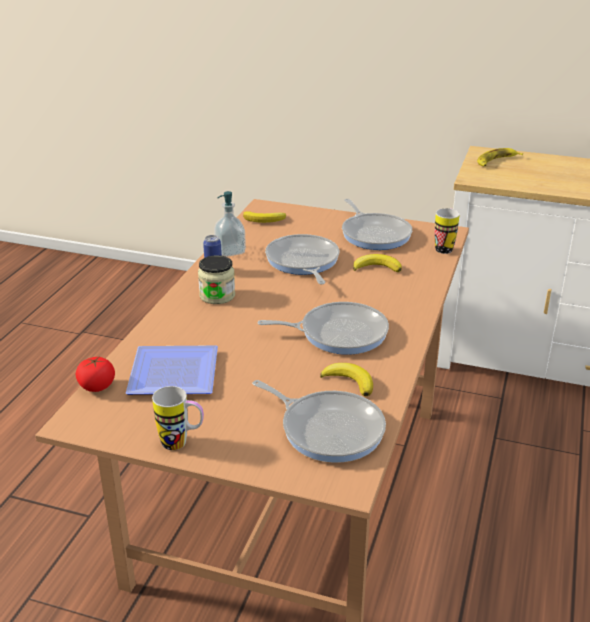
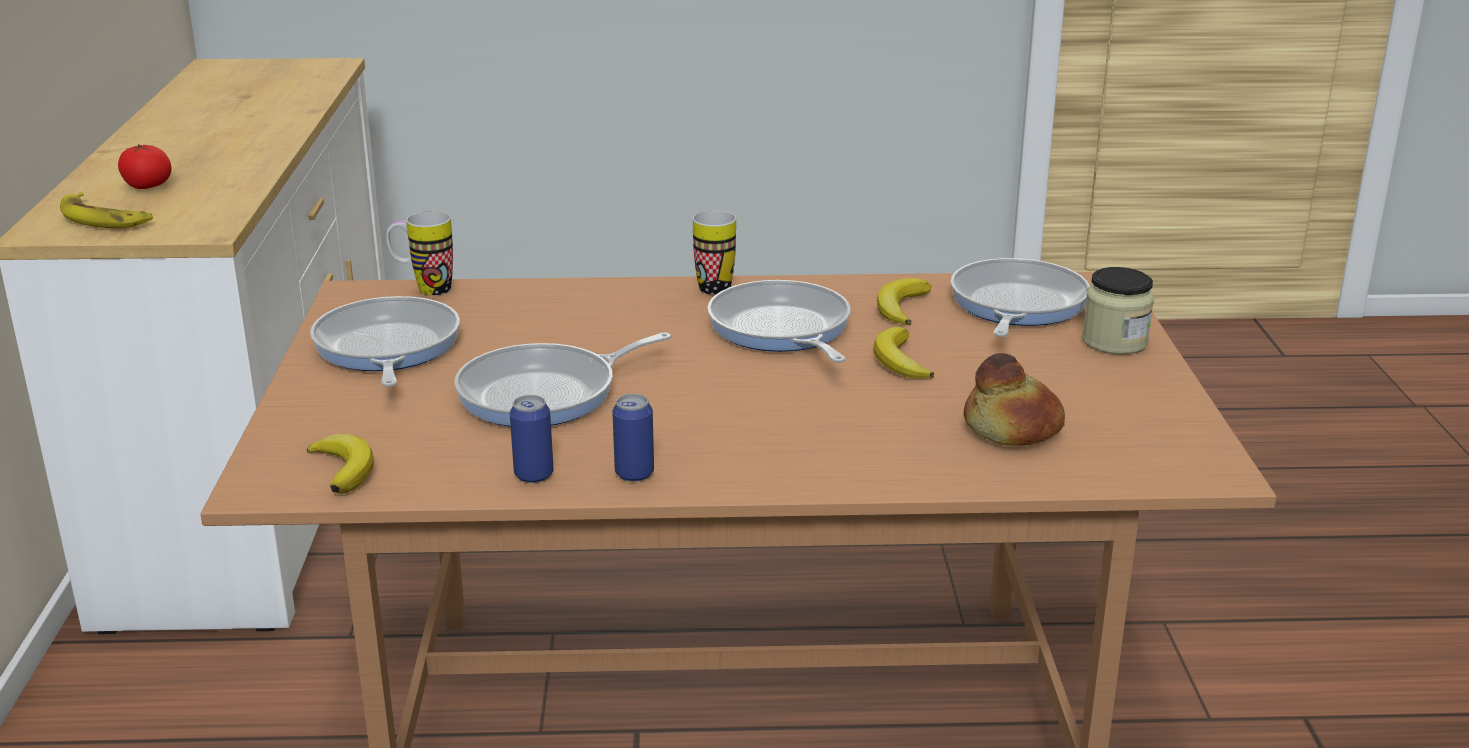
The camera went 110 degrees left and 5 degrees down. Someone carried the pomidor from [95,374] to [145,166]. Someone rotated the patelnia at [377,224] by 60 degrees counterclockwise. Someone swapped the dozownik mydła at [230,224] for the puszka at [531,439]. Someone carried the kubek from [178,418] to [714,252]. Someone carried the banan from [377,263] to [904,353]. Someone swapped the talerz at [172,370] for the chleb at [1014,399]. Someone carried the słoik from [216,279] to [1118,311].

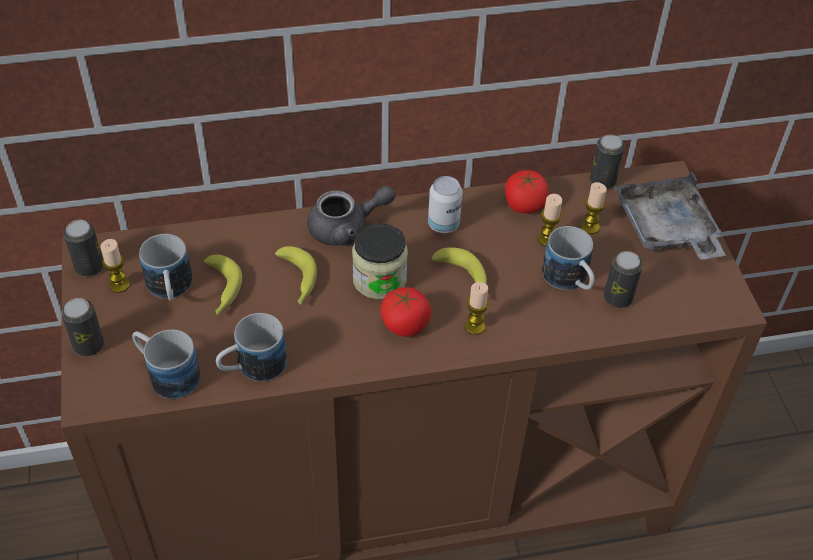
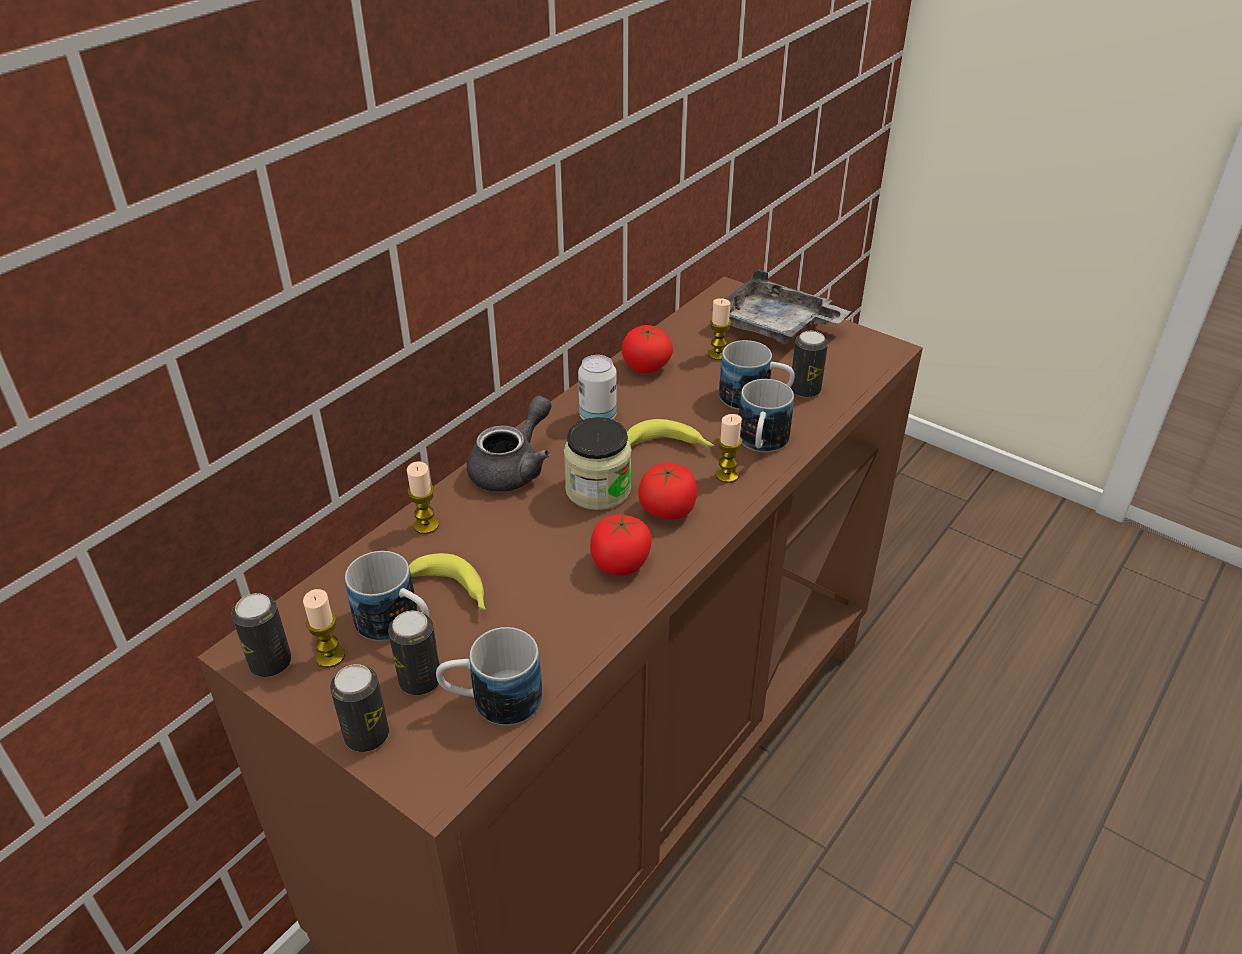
The camera went 40 degrees left and 10 degrees down. Someone carried the puszka from [607,162] to [414,653]. Someone carried the świeca from [550,220] to [423,497]. Someone put down the pomidor at [621,544]. Someone carried the kubek from [251,347] to [766,416]. Someone took away the banan at [296,275].

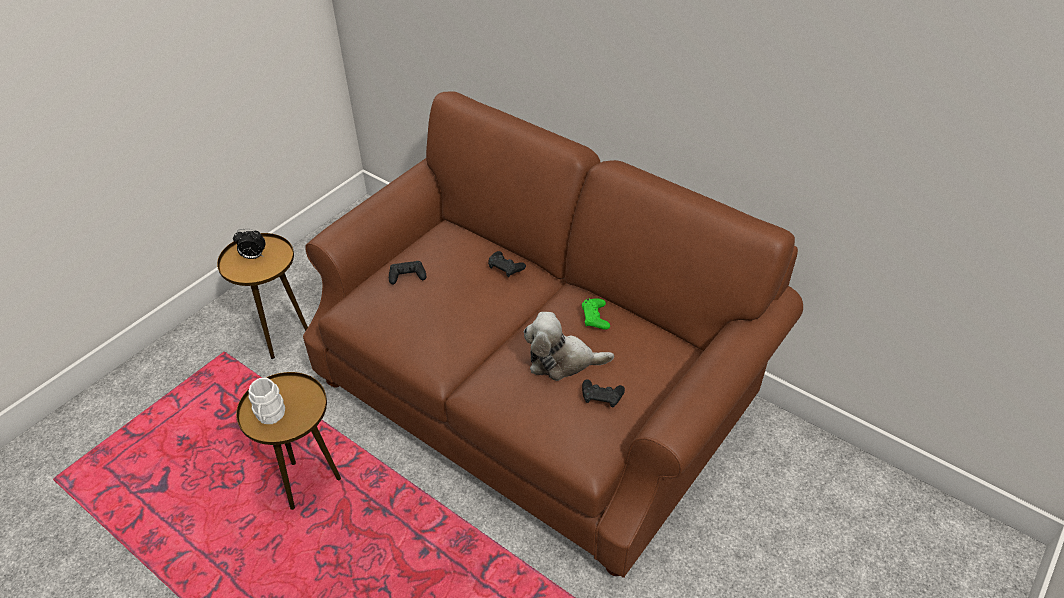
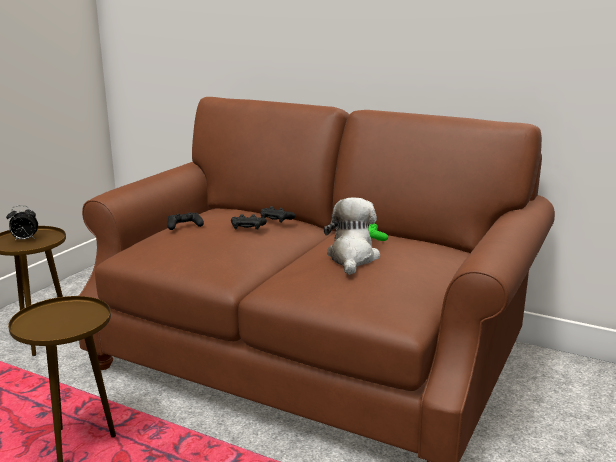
The camera went 10 degrees left and 25 degrees down. Someone carried the pad do gier [czarny] from [603,393] to [249,222]. Someone rotated the pluszak at [569,346] by 105 degrees clockwise. Someone took away the kubek [biały] at [267,401].

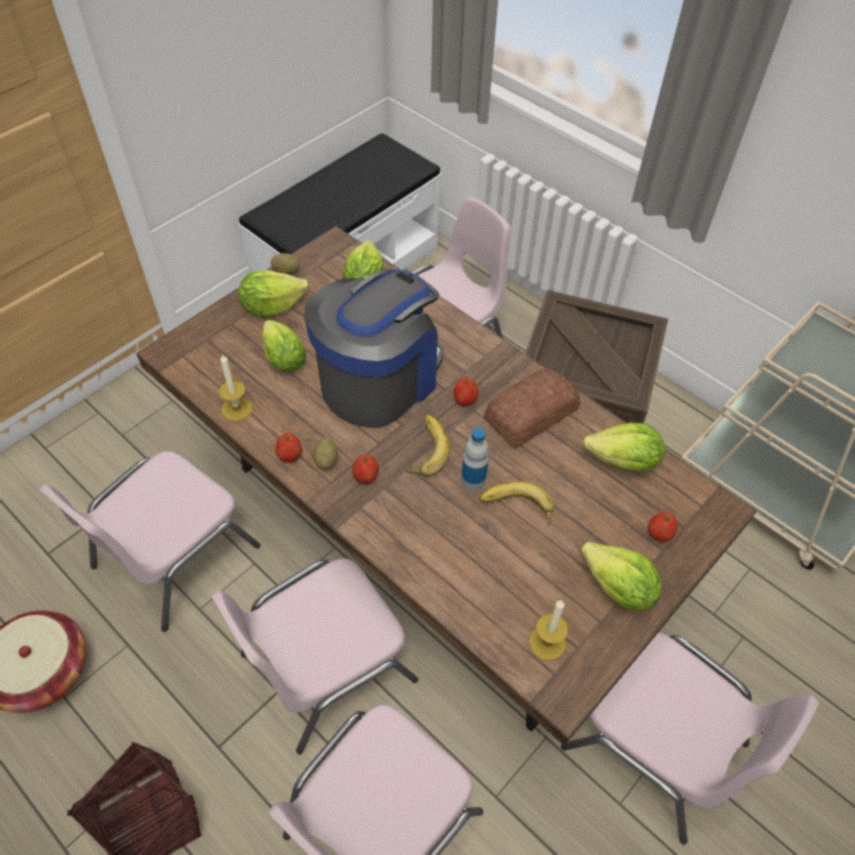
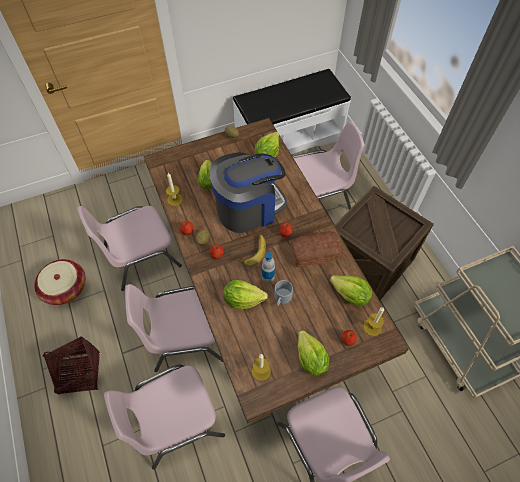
The camera went 25 degrees right and 5 degrees up. Someone carried the sałata from [273,293] to [245,294]. Someone swapped the banan at [517,503] for the kubek [szary] at [283,293]. Someone put down the świeca at [373,321].

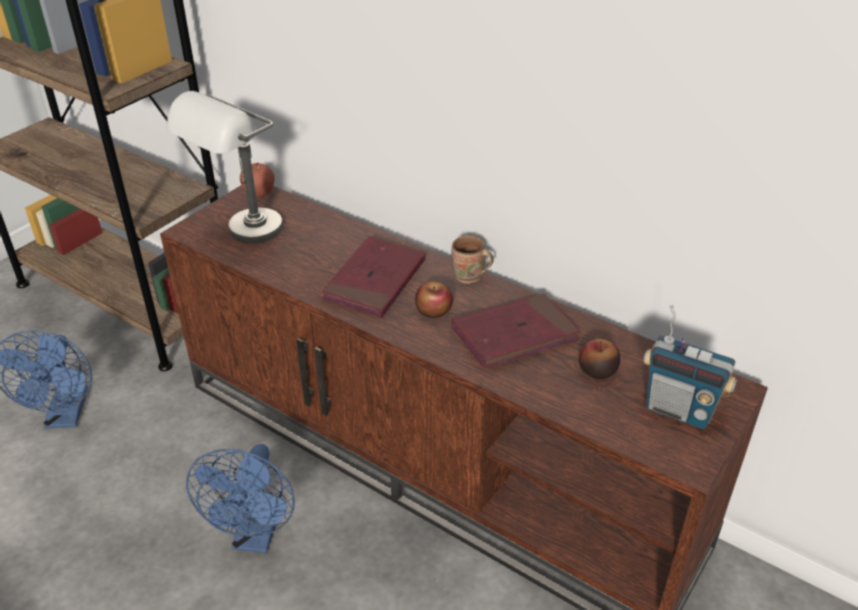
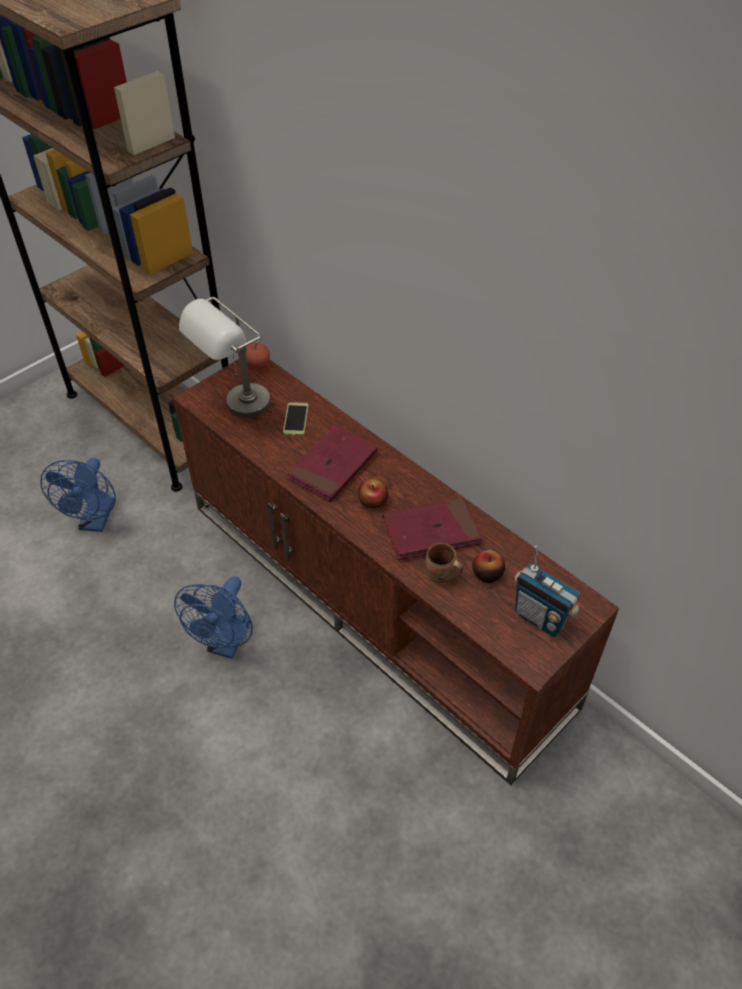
The camera went 10 degrees right and 10 degrees up. Someone put down the telefon at [296,419]. Someone carried the kubek [brązowy] from [472,259] to [444,563].

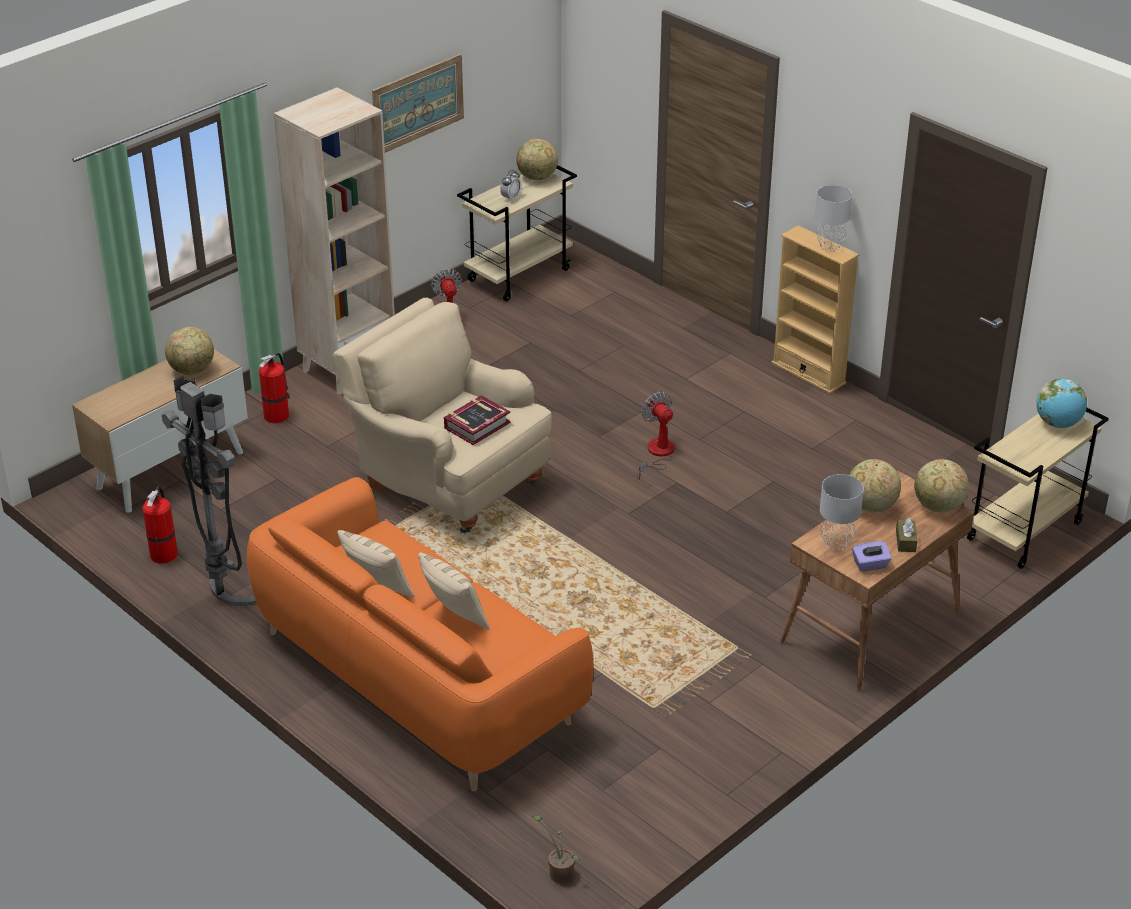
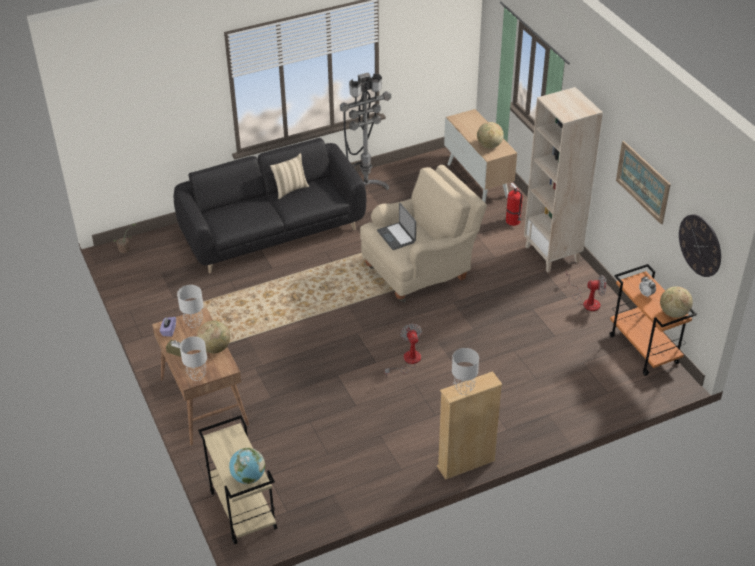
The camera went 110 degrees right and 5 degrees up. Someone repainted the kanapa [pomarańczowy] at [420,634], which became the kanapa [czarny] at [270,205]. Someone swapped the globus at [941,486] for the lampa stołowa [szary] at [193,358]. Someone swapped the książka at [477,420] for the laptop at [396,226]. Someone rotated the wentylator at [655,435] by 90 degrees counterclockwise. Someone repainted the wózek [beżowy] at [517,233], which became the wózek [pomarańczowy] at [653,320]. Someone put up the zegar ścienny at [700,245]. Someone took away the gaśnica at [160,525]. Someone took away the poduszka [beżowy] at [453,591].

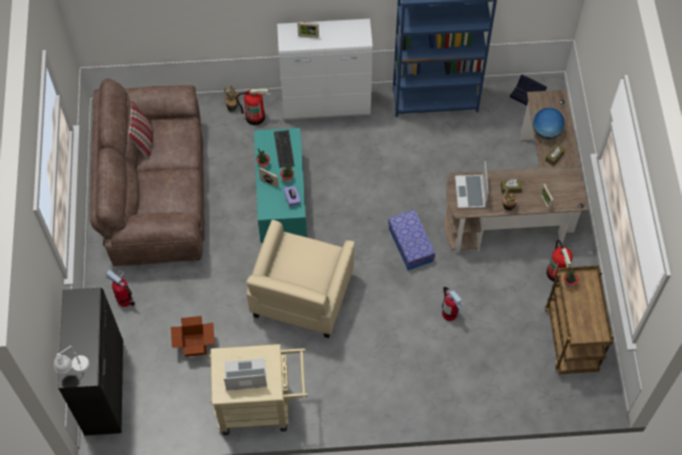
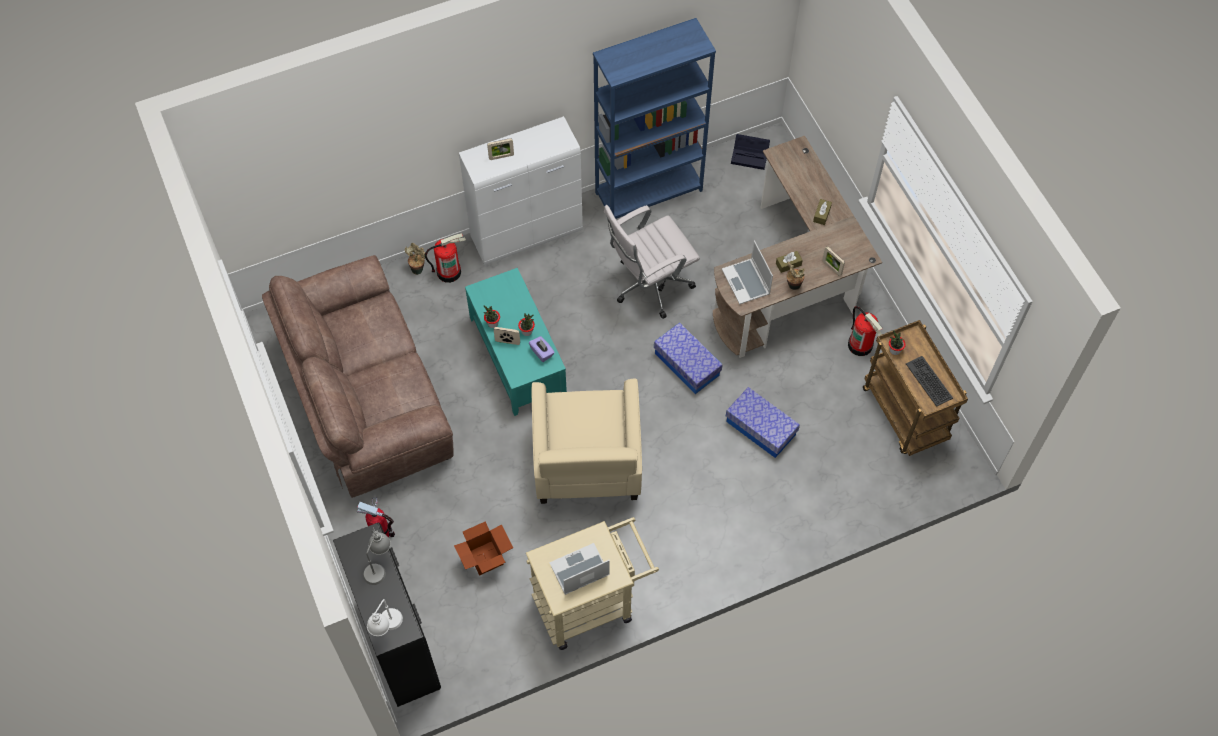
The camera went 20 degrees left and 0 degrees up. Someone put down the lampa stołowa [szary] at [377,556]. Someone put down the krzesło biurowe [biały] at [652,262]. Someone swapped the gaśnica at [452,304] for the pojemnik do przechowywania at [763,422]. Someone carried the klawiatura from [284,149] to [929,381]. Someone took away the poduszka at [140,129]. Someone took away the globus at [548,123].

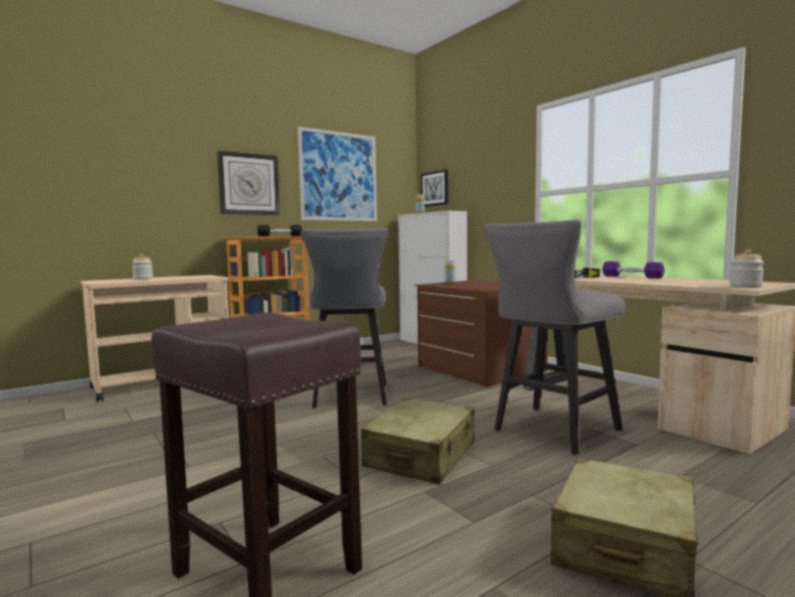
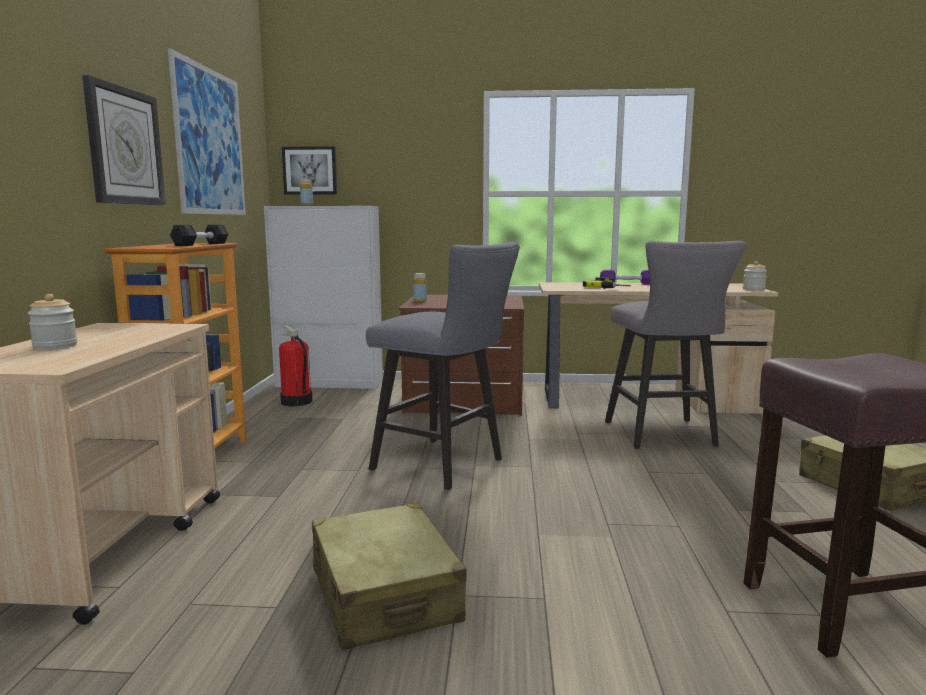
The camera went 50 degrees left and 5 degrees up. Someone put down the gaśnica at [295,365]. Someone carried the walizka [beżowy] from [418,441] to [389,576].

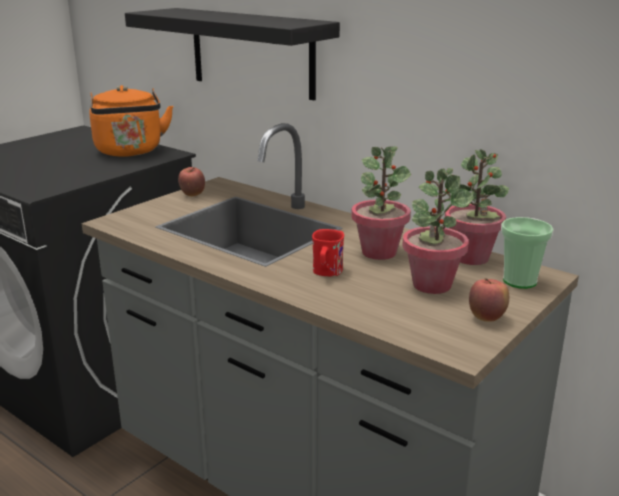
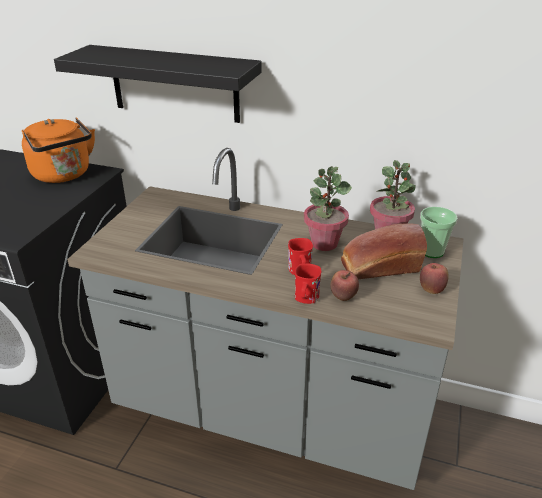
The camera went 20 degrees left and 10 degrees up. Someone put down the kubek [czerwony] at [308,283]. Someone carried the jabłko from [191,181] to [344,285]. Someone swapped the roślina doniczkowa at [438,231] for the chleb at [384,251].

